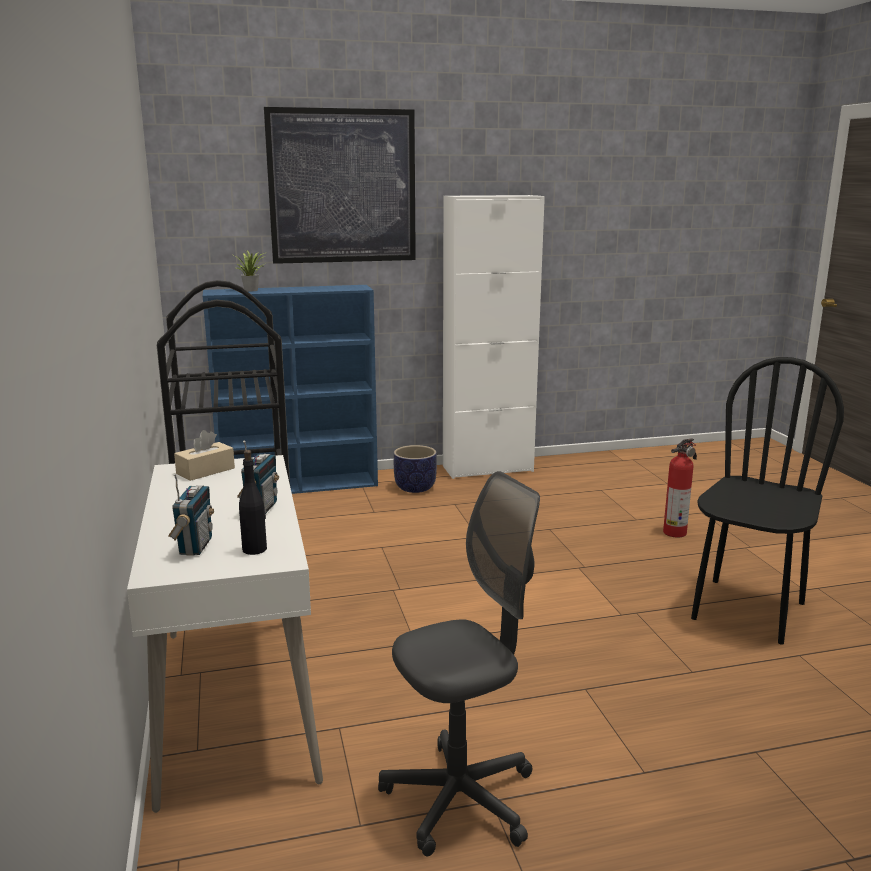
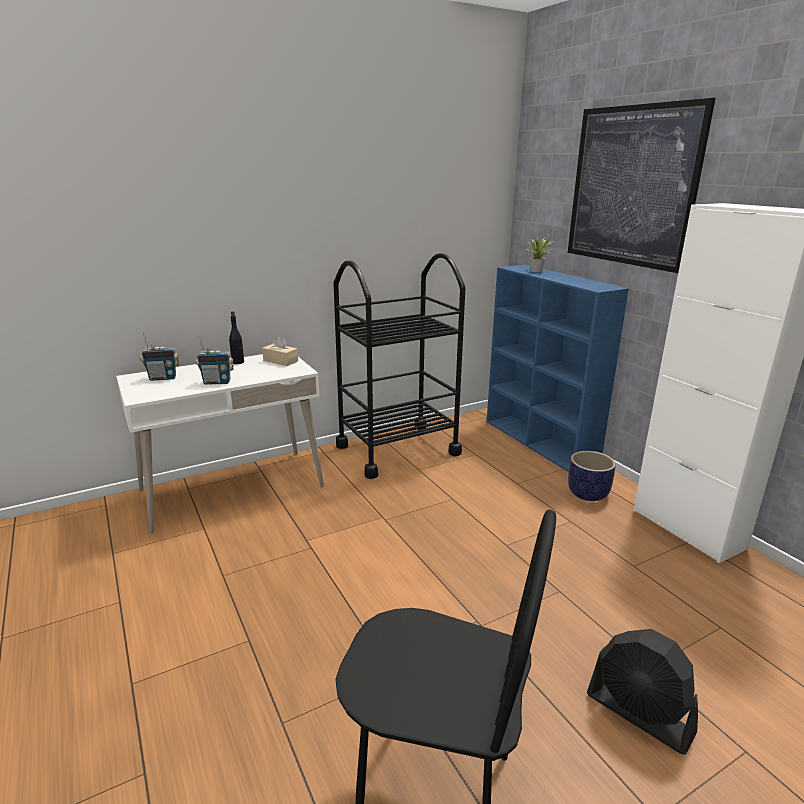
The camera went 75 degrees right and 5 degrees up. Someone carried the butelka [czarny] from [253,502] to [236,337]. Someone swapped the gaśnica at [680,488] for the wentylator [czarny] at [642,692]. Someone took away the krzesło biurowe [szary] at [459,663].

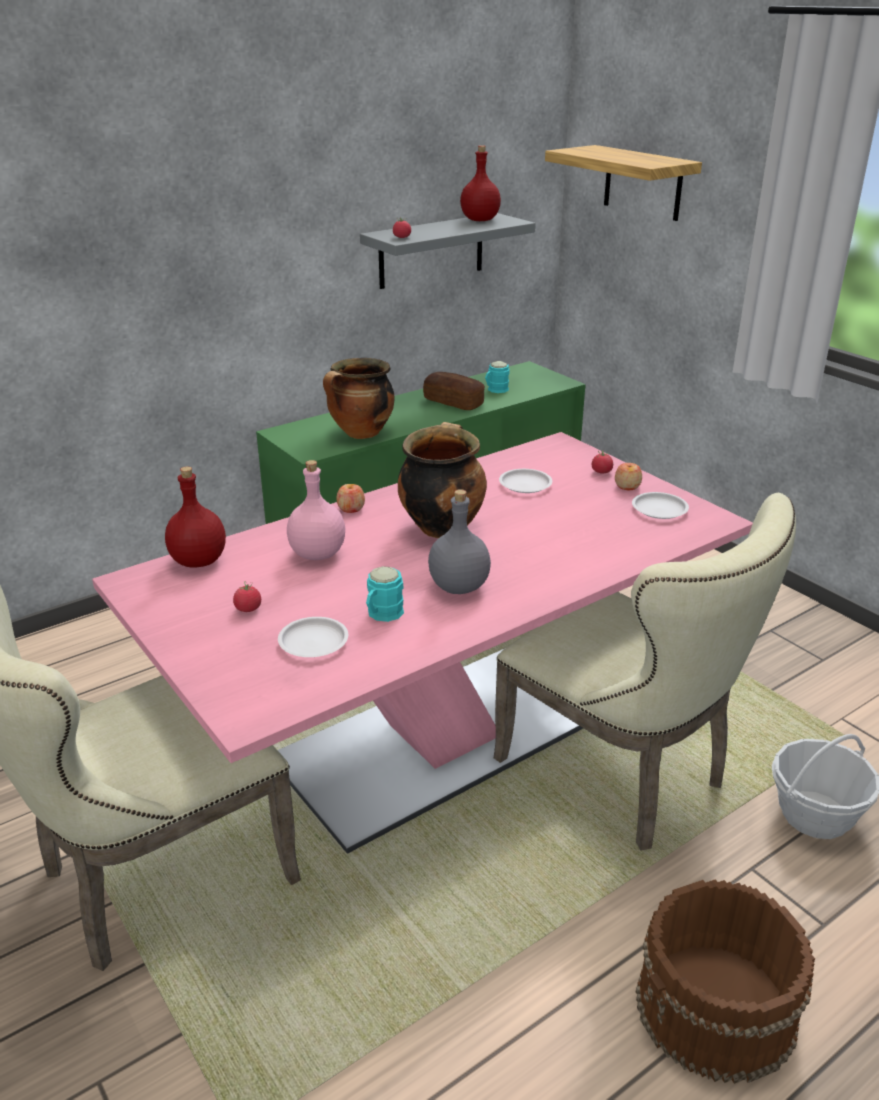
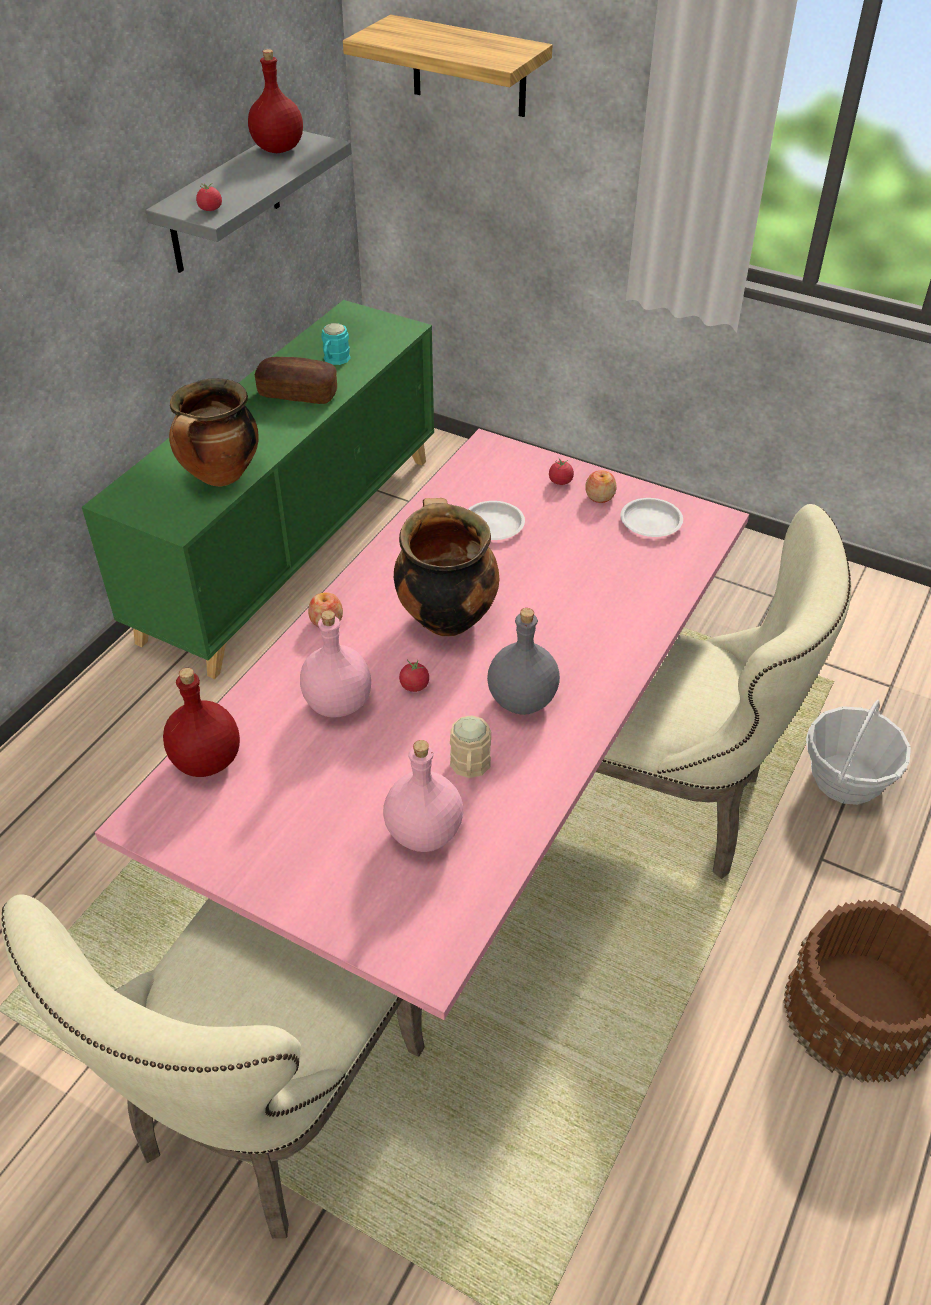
The camera went 25 degrees left and 15 degrees up. Someone swapped the talerz [biały] at [313,637] for the butelka [różowy] at [423,796]. Someone carried the pomidor from [247,596] to [414,675]. Someone repainted the kubek [turkusowy] at [385,594], which became the kubek [beżowy] at [470,746].

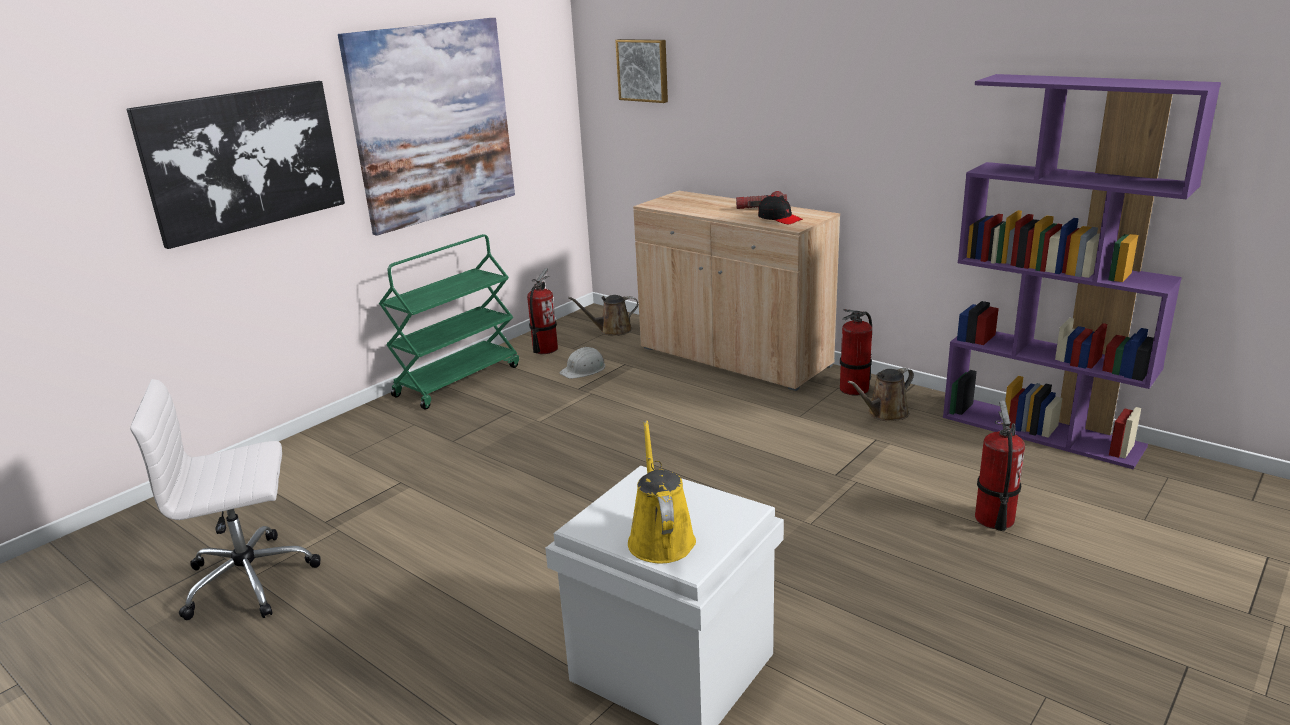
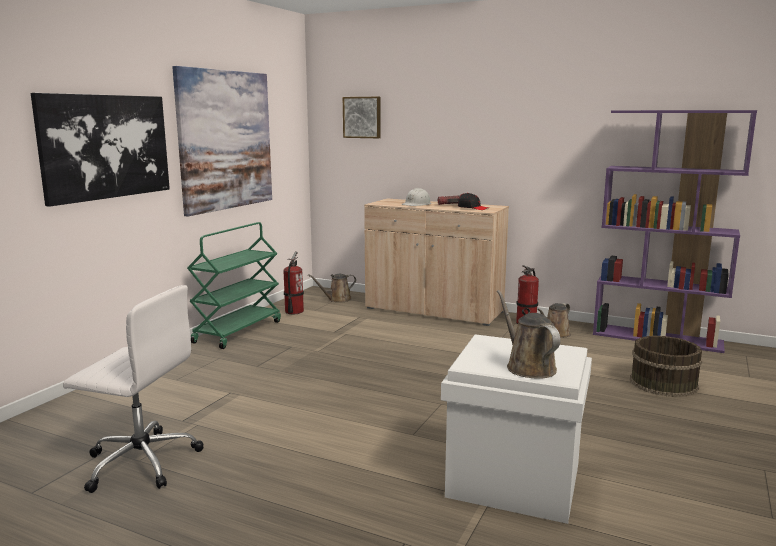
The camera went 15 degrees left and 10 degrees down. Someone rotated the krzesło biurowe [biały] at [225,499] by 135 degrees counterclockwise. Someone carried the kask [biały] from [582,363] to [416,197]. Someone repainted the konewka [żółty] at [662,492], which became the konewka [brązowy] at [528,334]. Someone swapped the gaśnica at [1000,465] for the wiadro [brązowy] at [666,366].

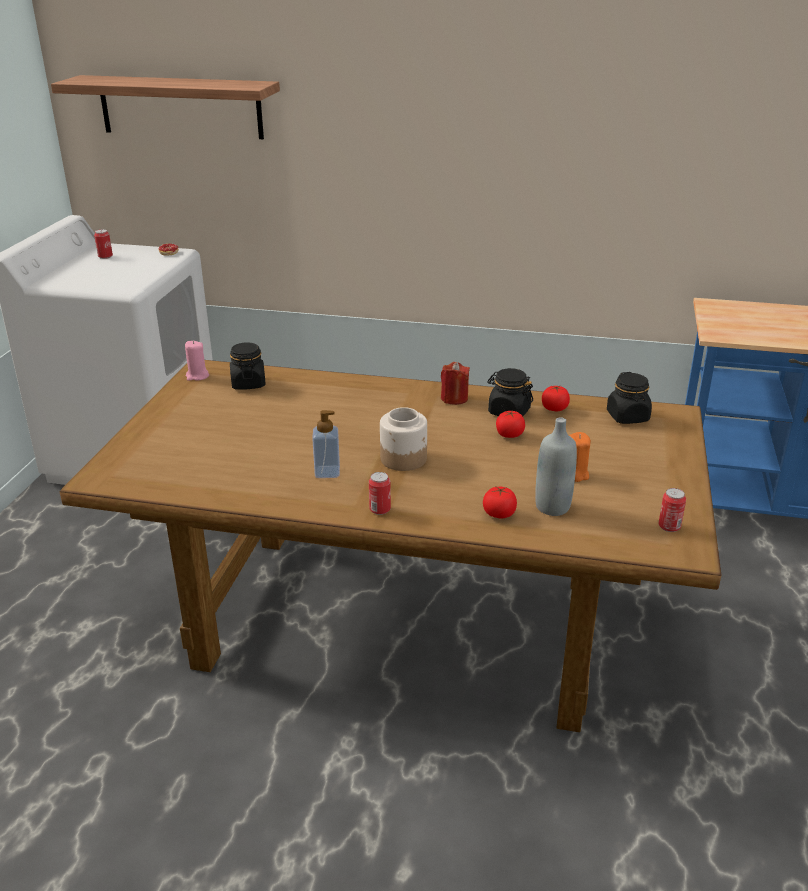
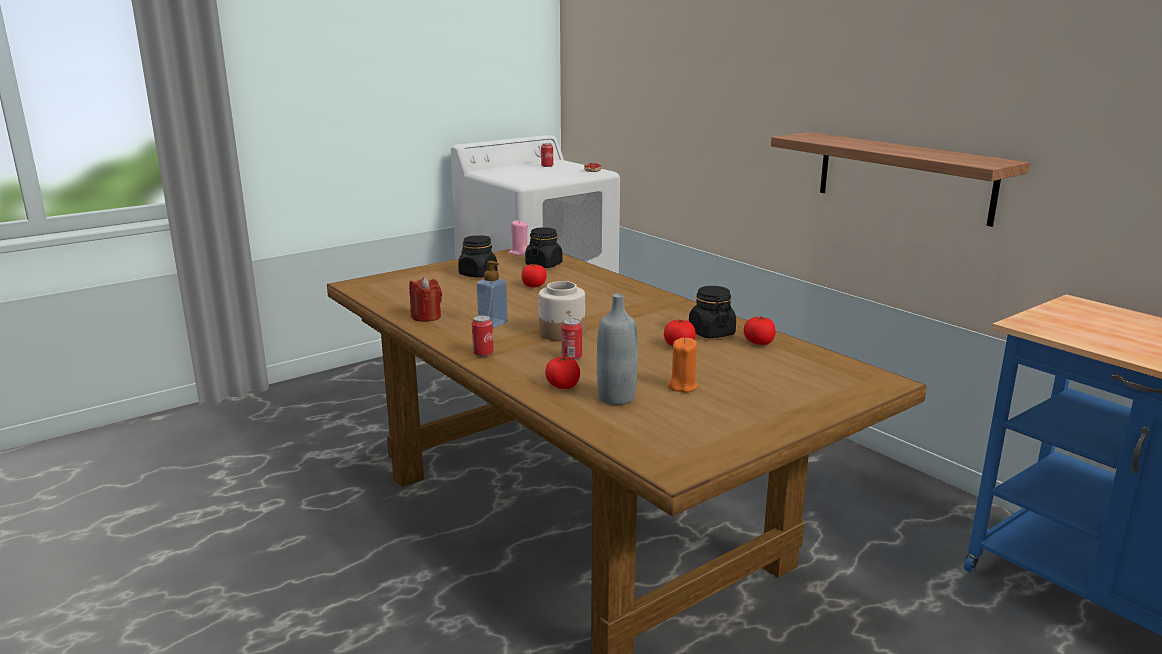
The camera went 40 degrees right and 10 degrees down. Someone carried the świeca [czerwony] from [455,383] to [425,299]. Someone carried the słoik [czarny] from [629,398] to [477,256]. Someone put down the pomidor at [534,276]. Someone carried the puszka from [672,510] to [571,339]. Someone carried the półka from [165,107] to [900,179].

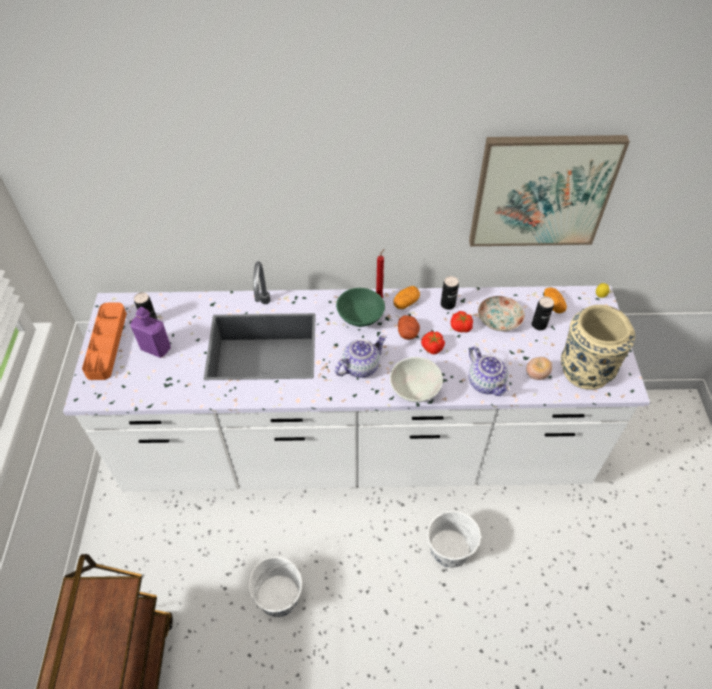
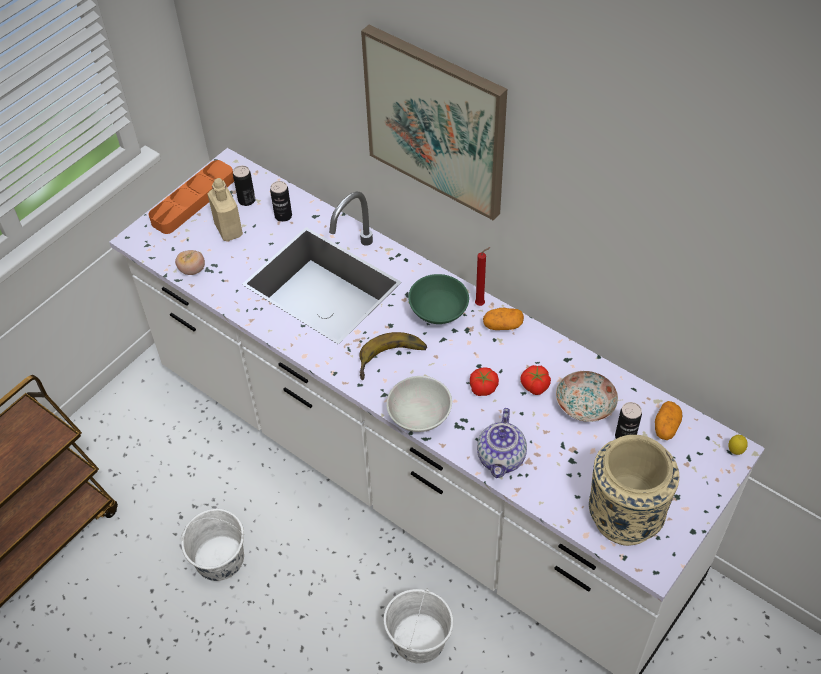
The camera went 40 degrees right and 0 degrees up. Someone carried the pomidor from [539,368] to [190,262]. Someone repainted the butelka [fioletowy] at [150,332], which became the butelka [beżowy] at [225,209]. Someone carried the puszka from [450,293] to [281,201]. Someone swapped the imbryk at [361,356] for the banan at [393,356]. Someone carried the obraz from [549,190] to [434,122]. Someone took away the ziemniak at [409,327].

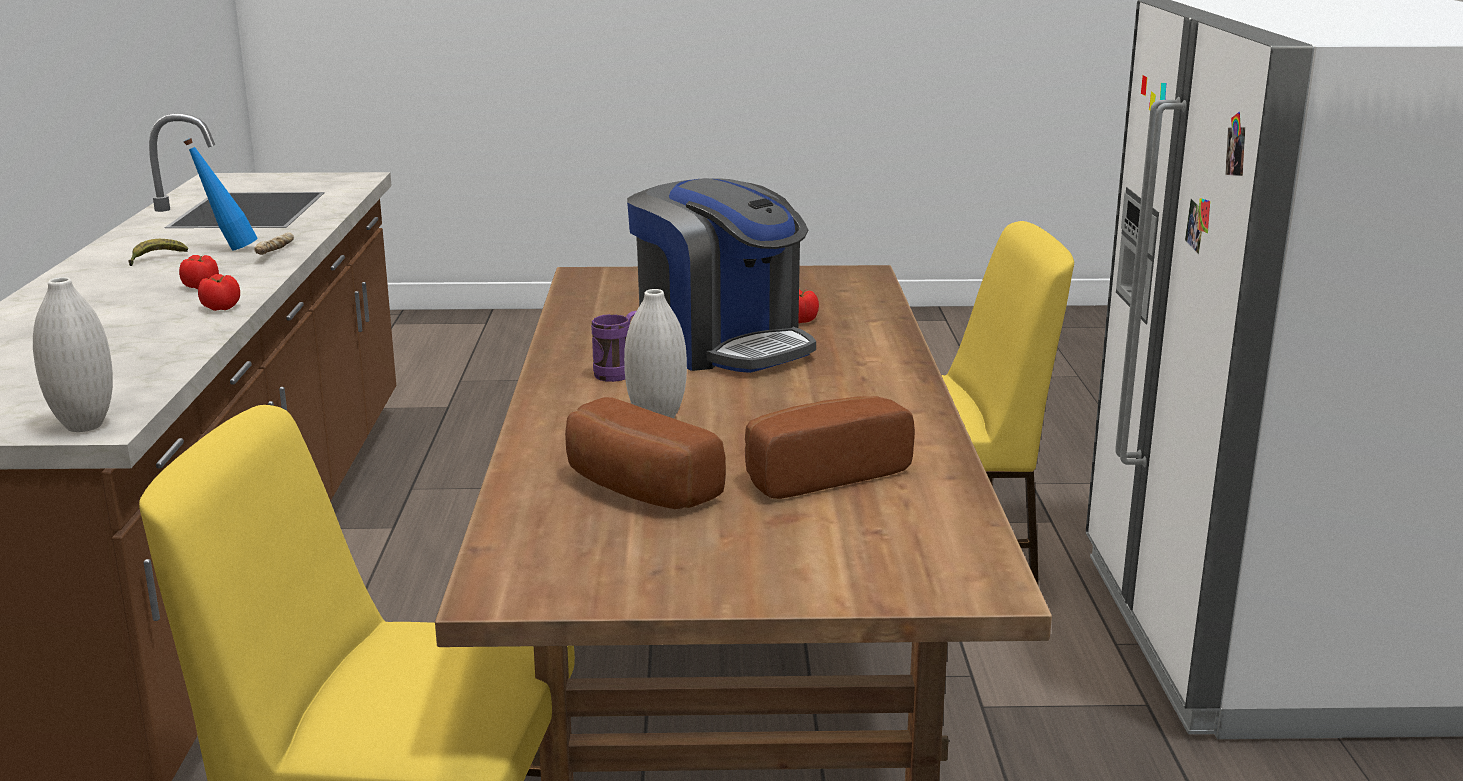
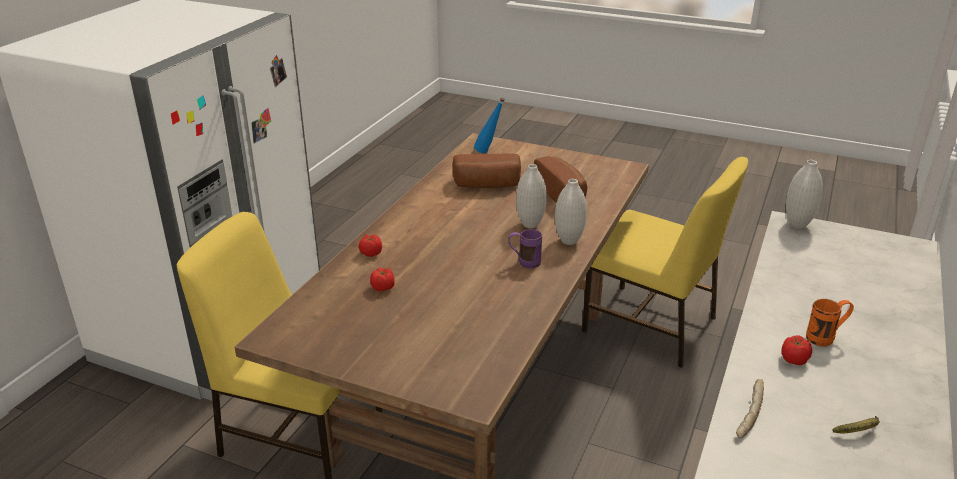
The camera went 155 degrees left and 10 degrees up. Someone carried the pomidor from [219,292] to [370,245]. Someone carried the butelka [niebieski] from [220,194] to [489,125]. Someone put down the wazon [biały] at [571,212]. Someone put down the kubek [pomarańczowy] at [830,322]. Someone took away the ekspres do kawy at [721,275].

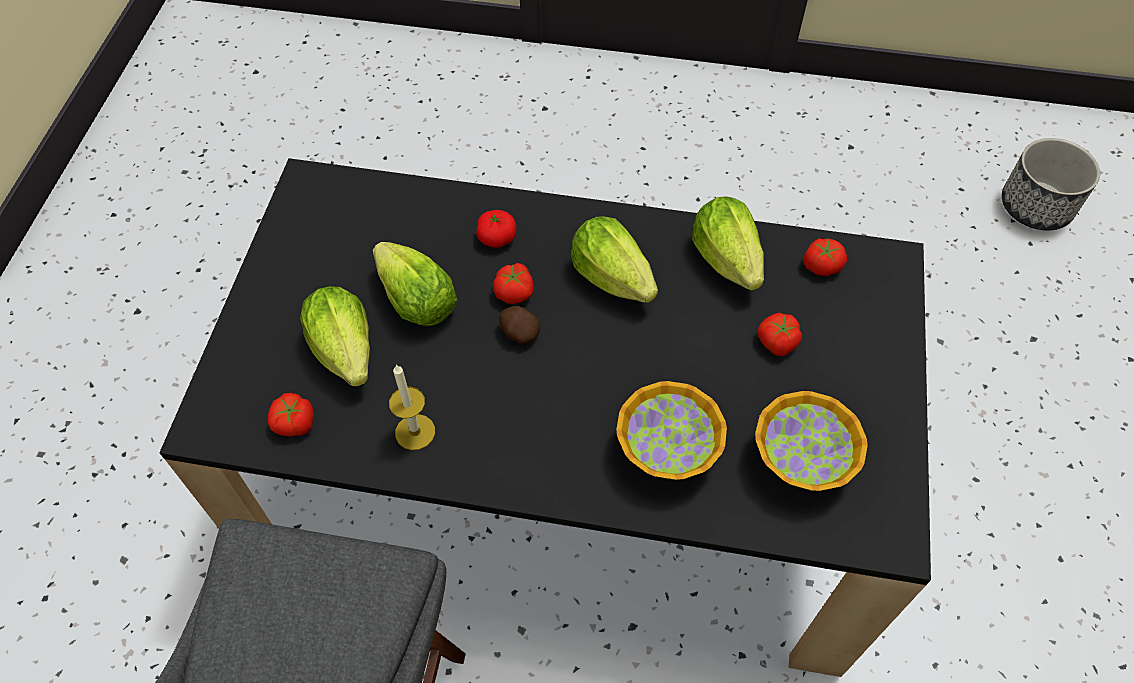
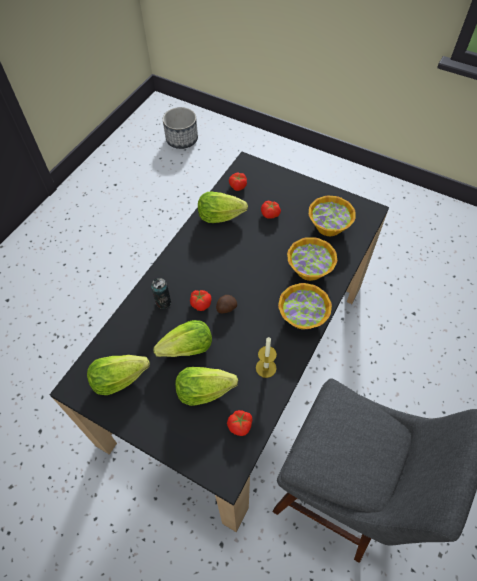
The camera went 70 degrees left and 0 degrees up. Someone carried the sałata from [614,259] to [118,375]. Someone swapped the pomidor at [496,229] for the puszka at [161,293]. Someone put down the miska at [305,306].

